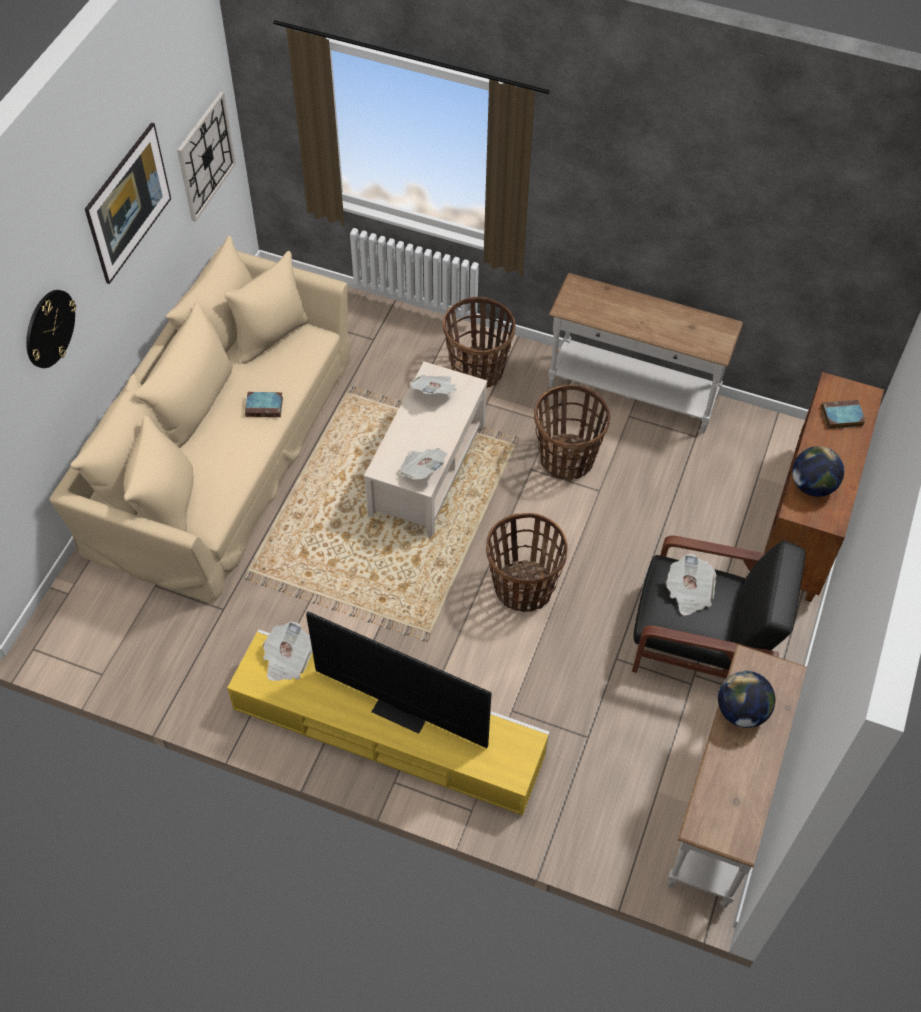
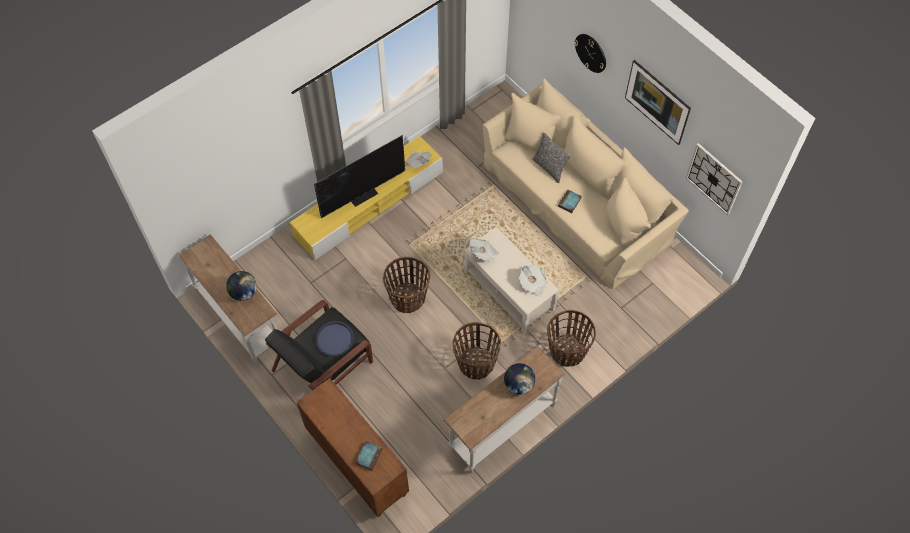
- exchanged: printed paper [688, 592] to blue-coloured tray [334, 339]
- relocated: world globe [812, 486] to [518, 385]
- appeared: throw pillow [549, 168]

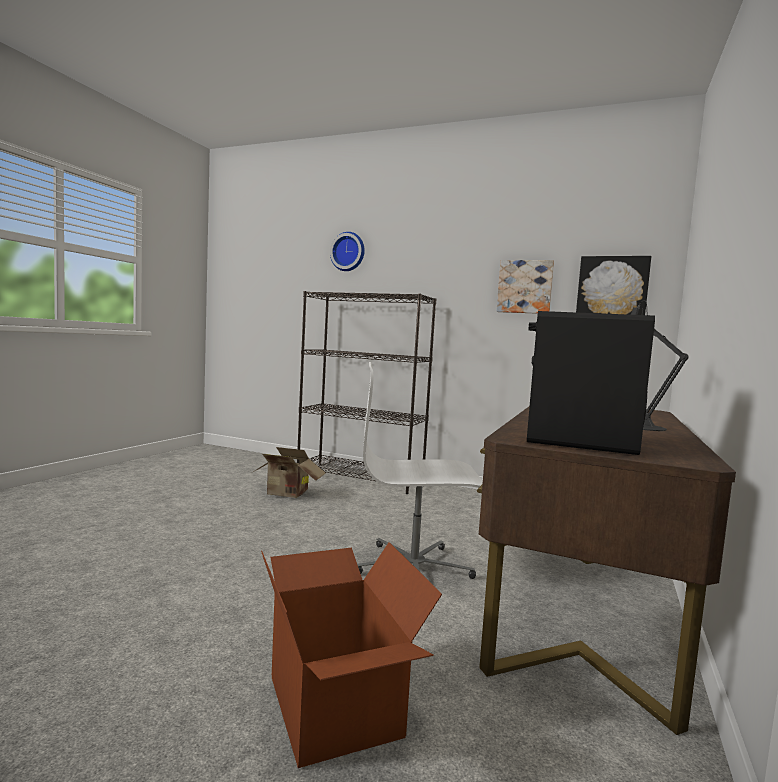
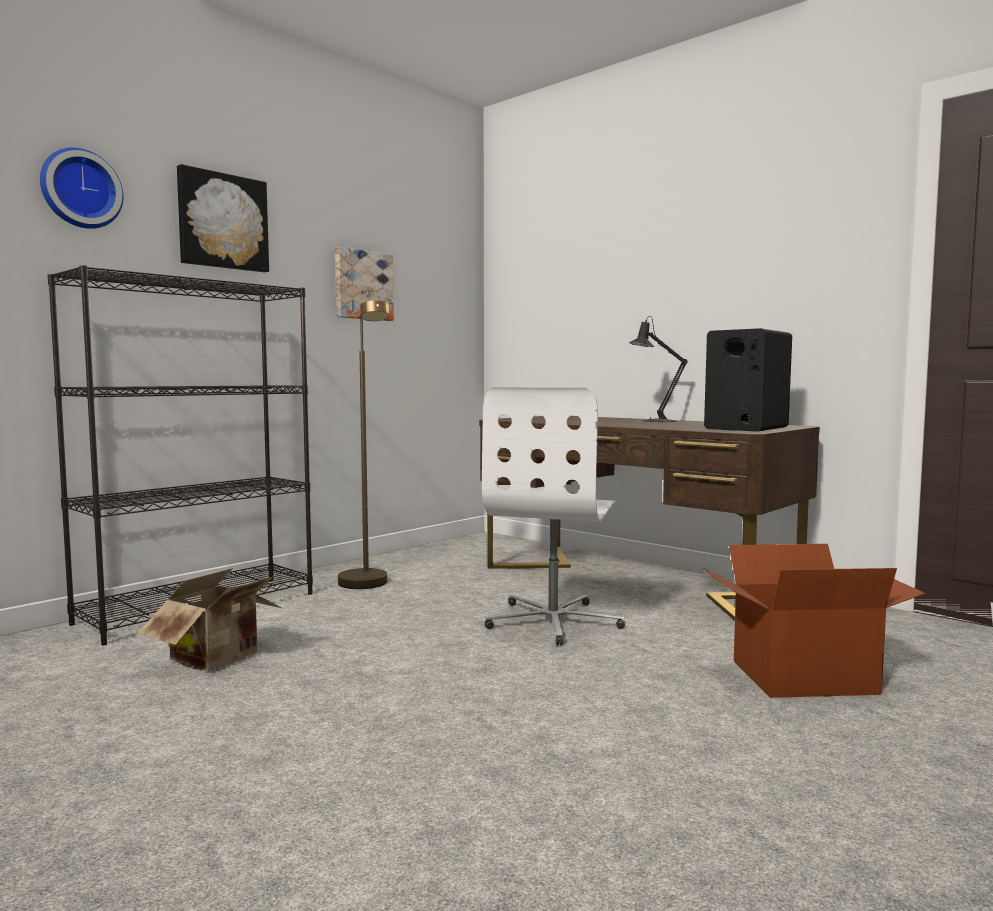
- relocated: wall picture [612, 289] to [222, 221]
- appeared: brown floor lamp [367, 586]

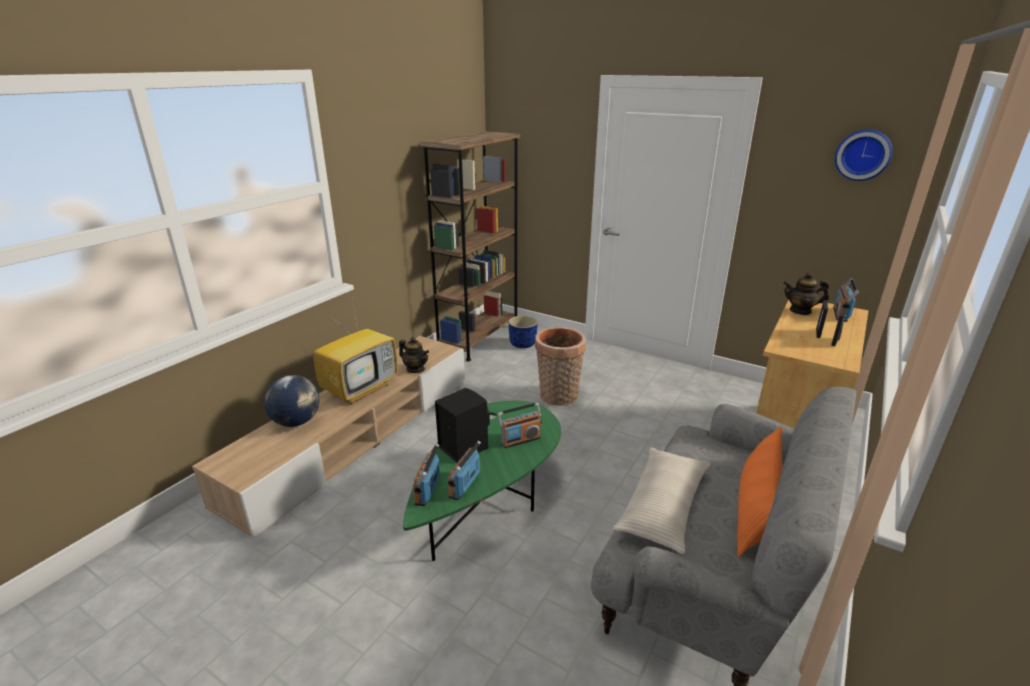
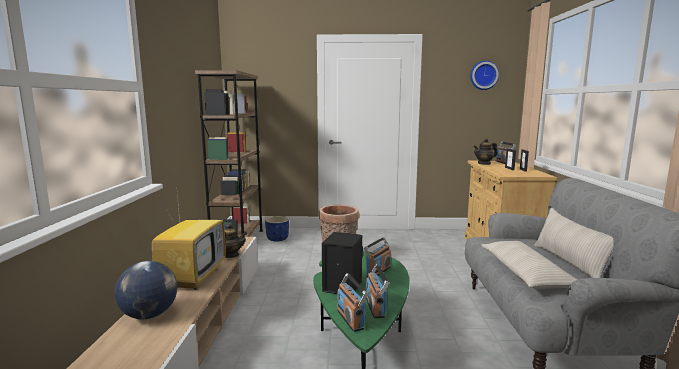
- colour: orange-coloured throw pillow [754, 511] to sand-coloured throw pillow [569, 262]

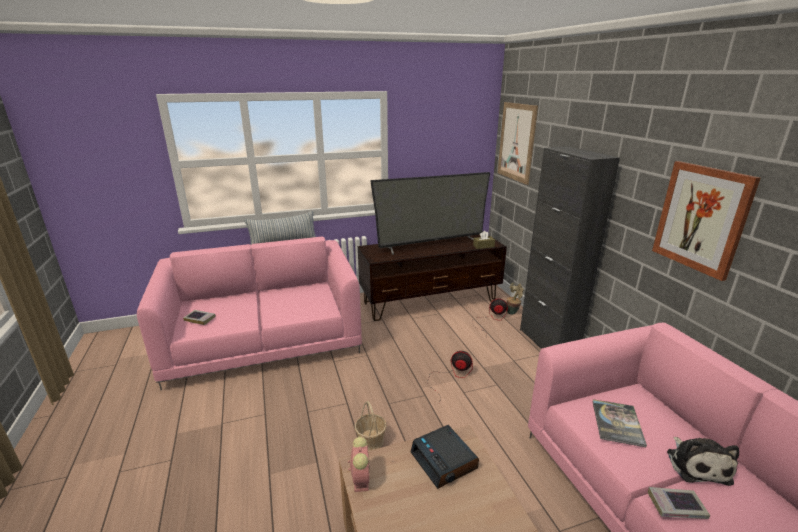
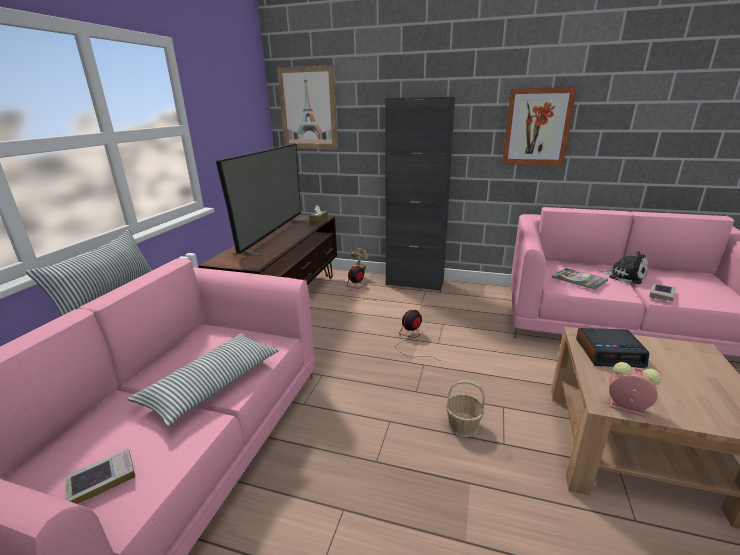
- appeared: throw pillow [212, 384]

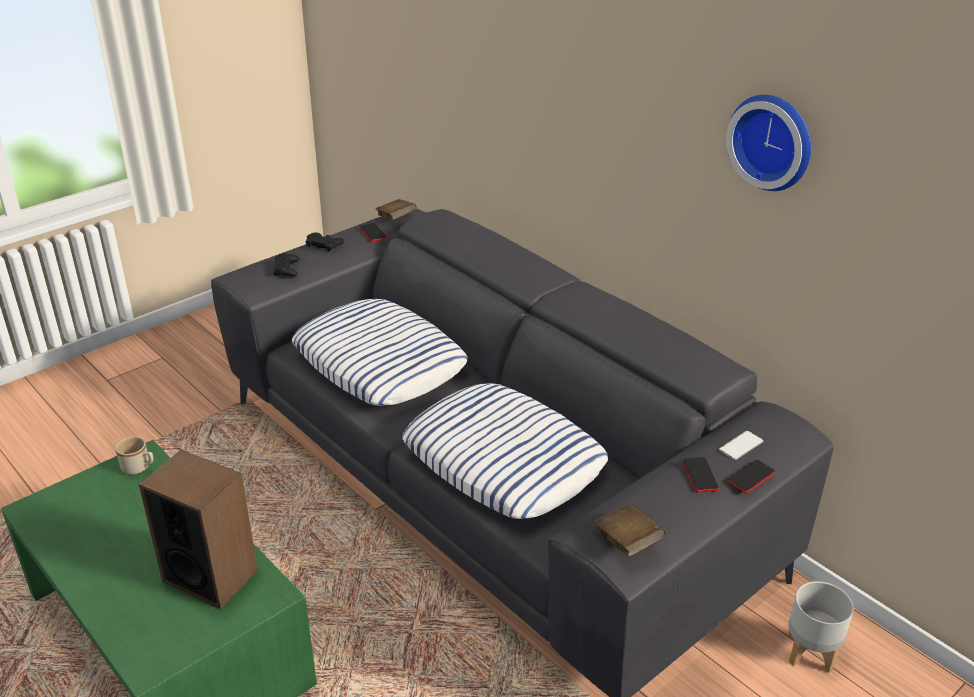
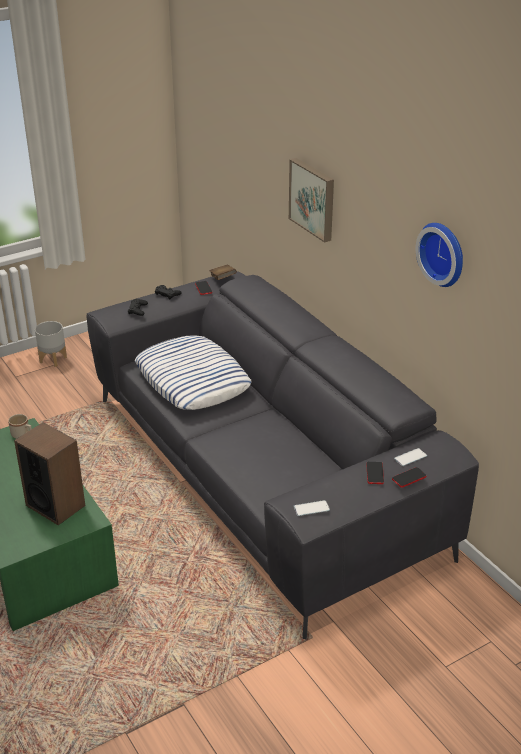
- relocated: greyish planter [810, 653] to [53, 360]
- appeared: wall picture [313, 199]
- exchanged: brown volume [627, 542] to telephone [311, 508]
- missing: throw pillow [504, 460]

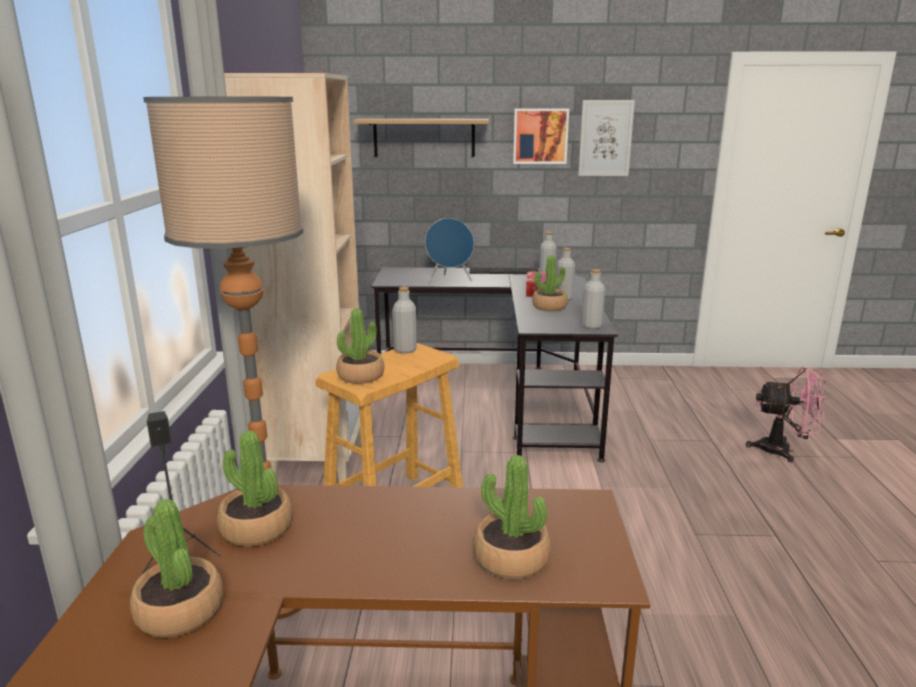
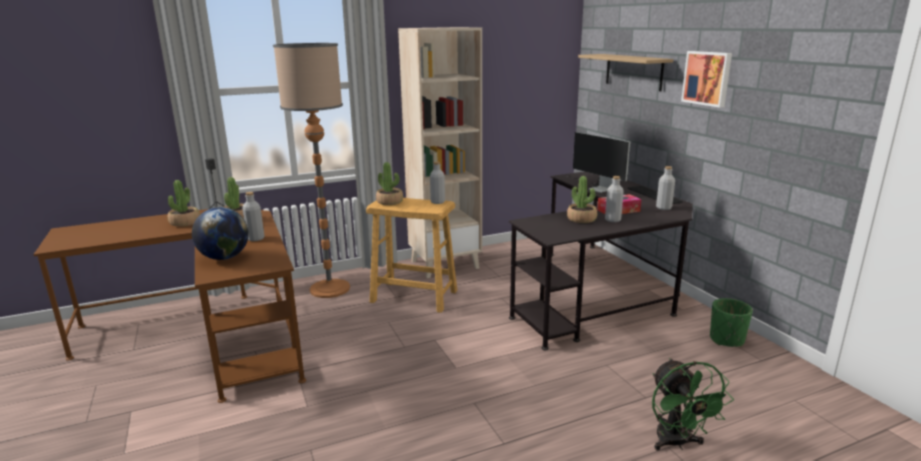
- exchanged: plant in a pot [511, 558] to world globe [224, 257]
- relocated: greyish bottle [591, 326] to [255, 238]
- exchanged: blue-coloured speaker [449, 281] to computer screen [596, 187]
- colour: pink-coloured fan [783, 450] to green fan [676, 443]
- appeared: green planter [726, 340]
- missing: wall picture [605, 138]

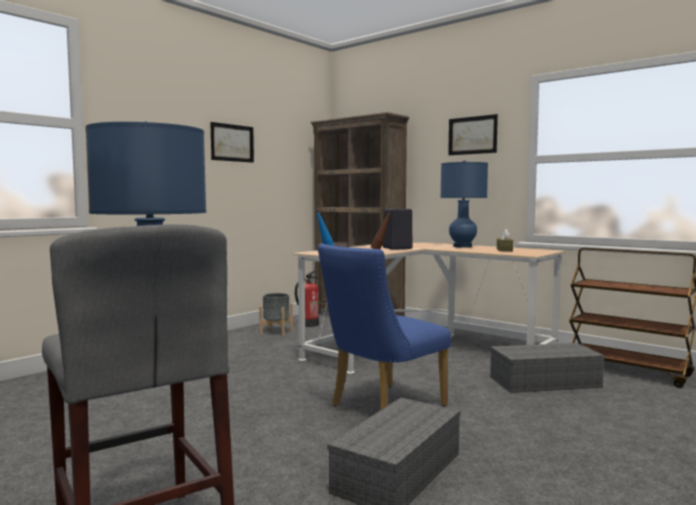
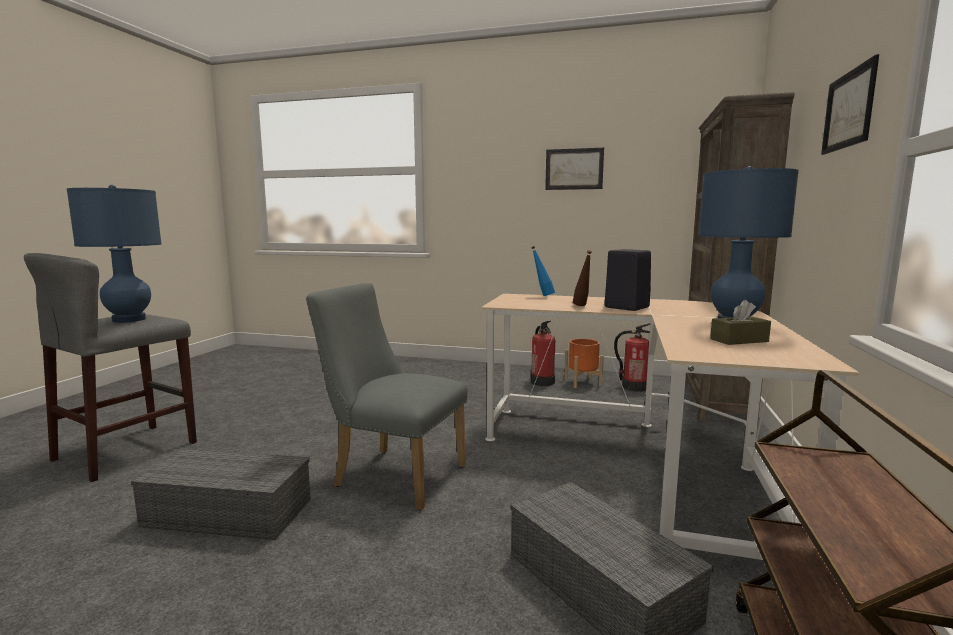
- colour: blue-coloured plain chair [381, 407] to greyish plain chair [392, 475]
- appeared: extinguisher [542, 382]
- colour: greyish planter [276, 332] to orange-coloured planter [582, 382]

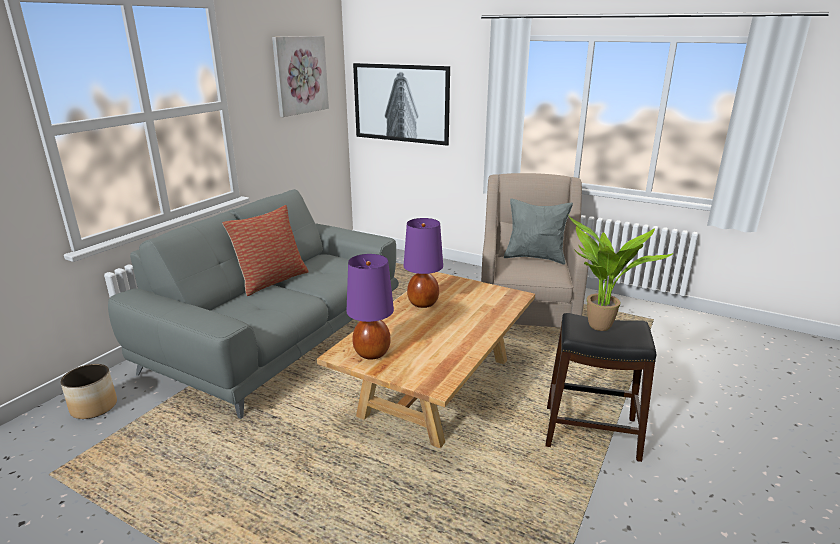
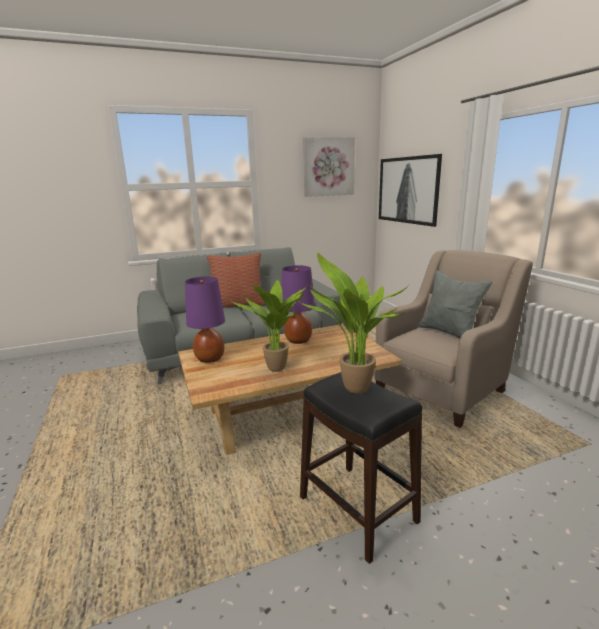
- appeared: plant in a pot [279, 369]
- missing: planter [94, 407]

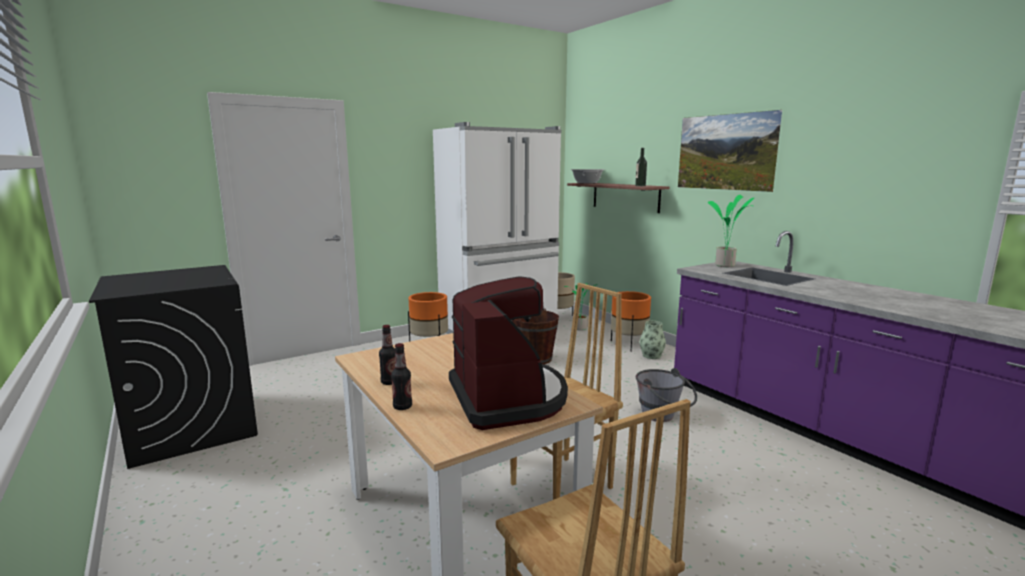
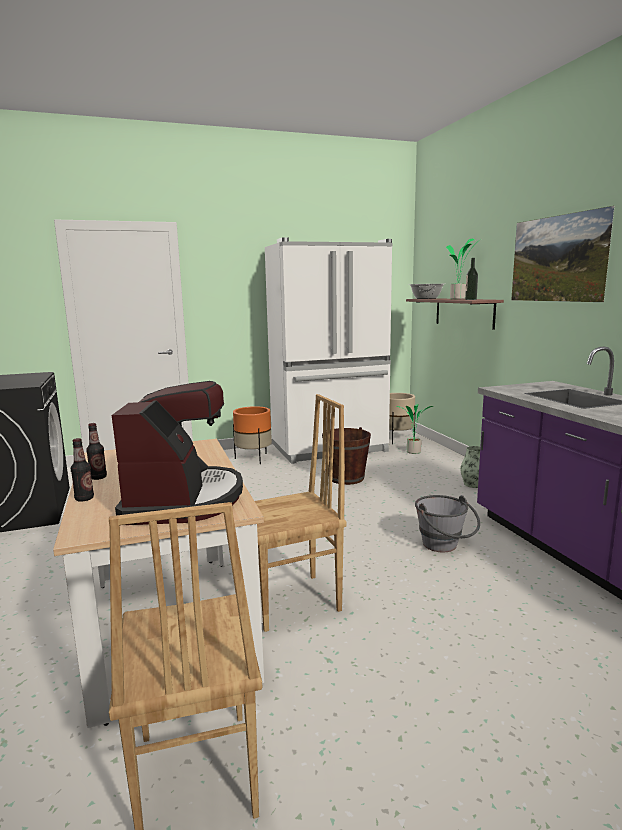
- relocated: plant in a pot [726, 265] to [459, 299]
- missing: orange-coloured planter [628, 344]

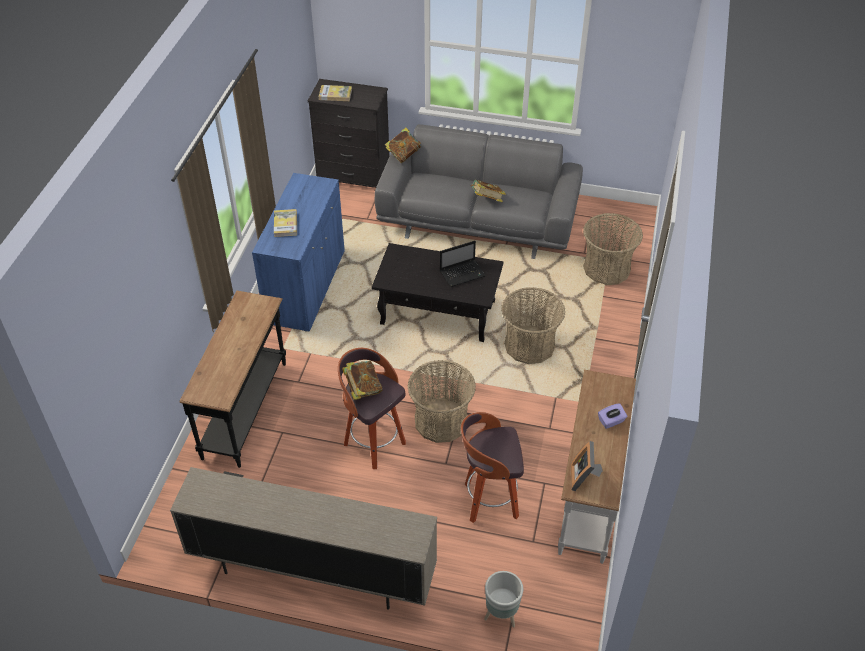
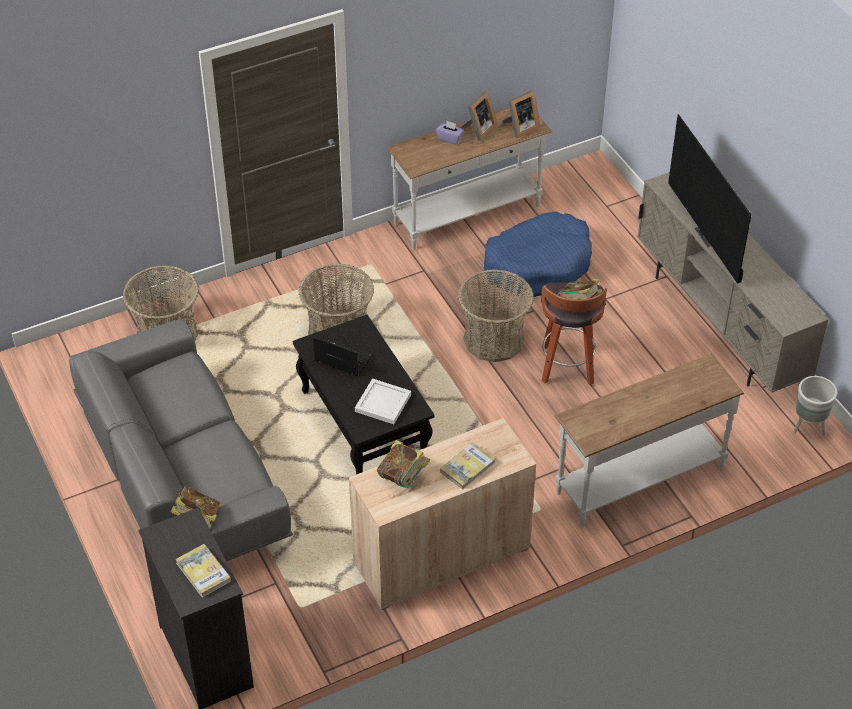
- colour: blue-coloured cupboard [306, 287] to sand-coloured cupboard [441, 555]
- appeared: white-coloured tray [382, 403]
- relocated: volume [487, 200] to [403, 476]
- appeared: photo frame [478, 130]
- exchanged: stool [489, 501] to blue-coloured dog bed [538, 265]
- colour: blackish hall table [246, 410] to white-coloured hall table [639, 479]
- appeared: TV [710, 235]
- relocated: greyish planter [502, 615] to [807, 427]

